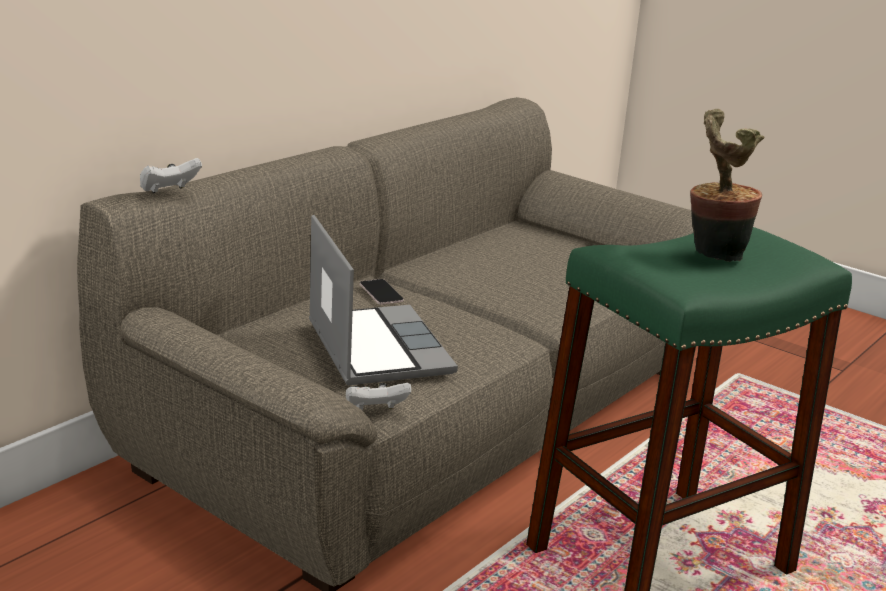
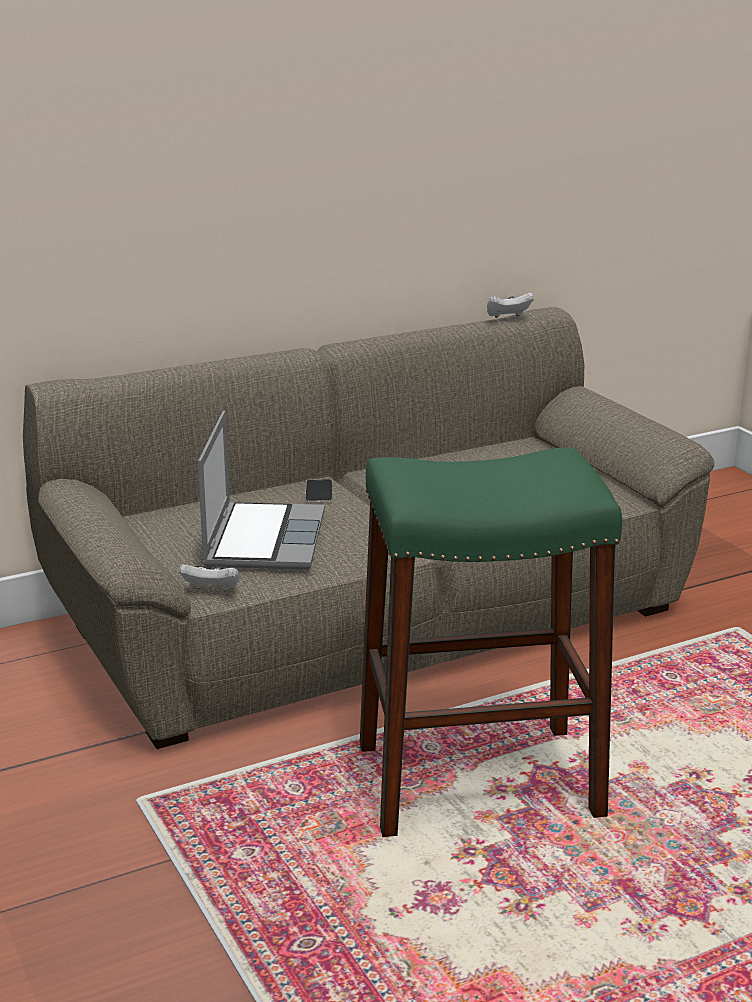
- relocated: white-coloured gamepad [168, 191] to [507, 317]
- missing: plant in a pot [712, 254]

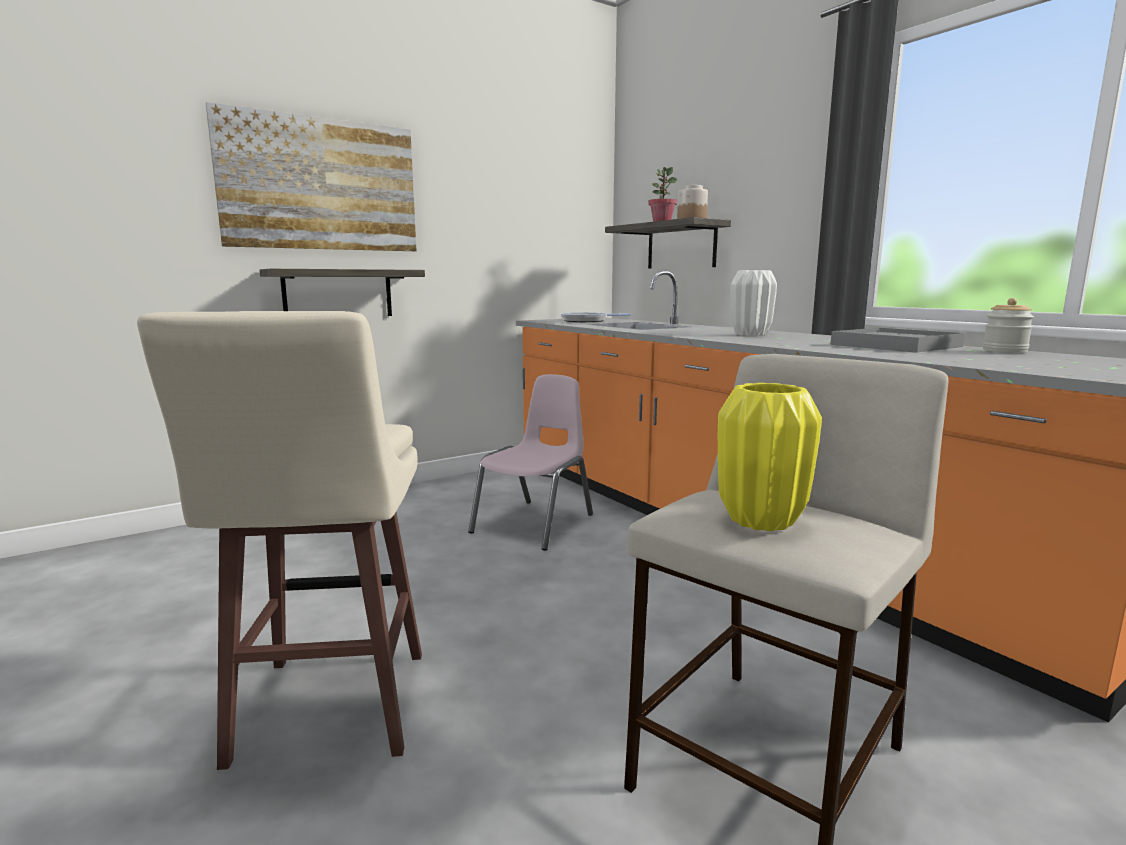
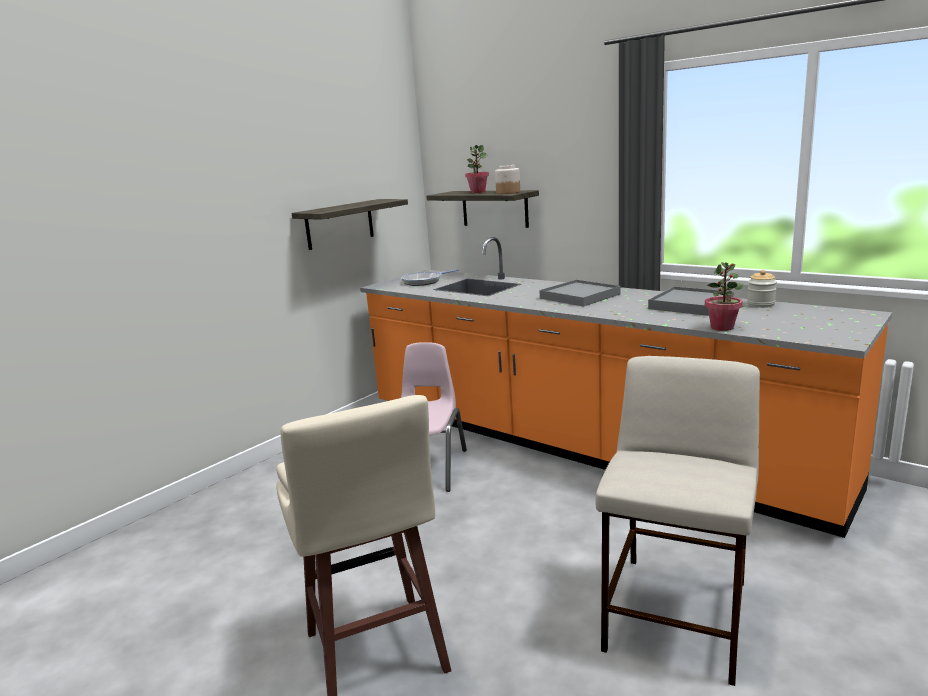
- relocated: bracket shelf [338, 293] to [339, 224]
- exchanged: white-coloured vase [750, 334] to greyish tray [579, 296]
- appeared: plant in a pot [722, 327]
- missing: wall picture [320, 184]
- missing: yellow vase [761, 521]

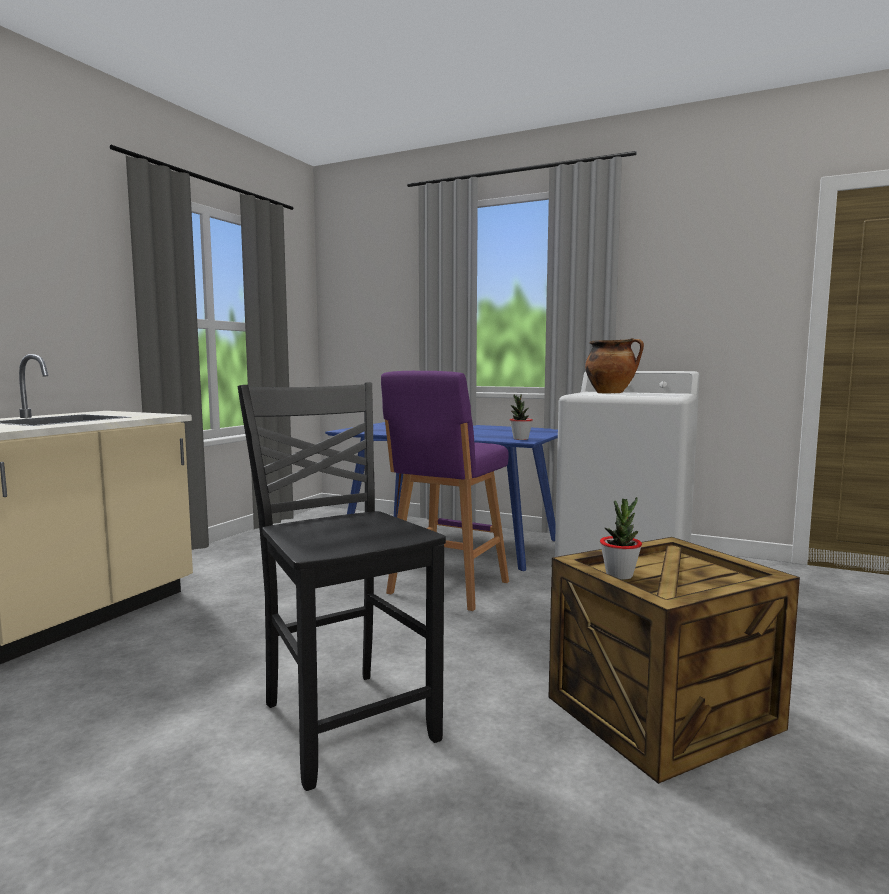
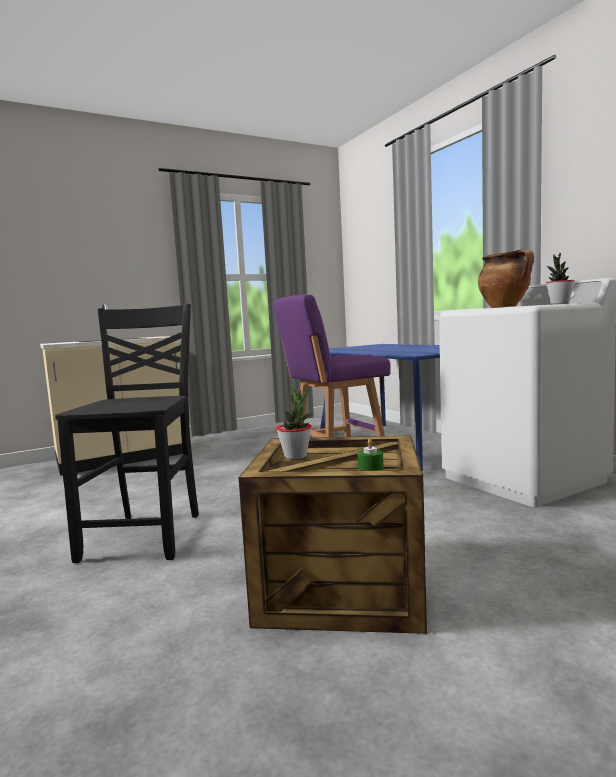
- appeared: green wax candle [370, 468]
- relocated: plant in a pot [520, 439] to [559, 303]

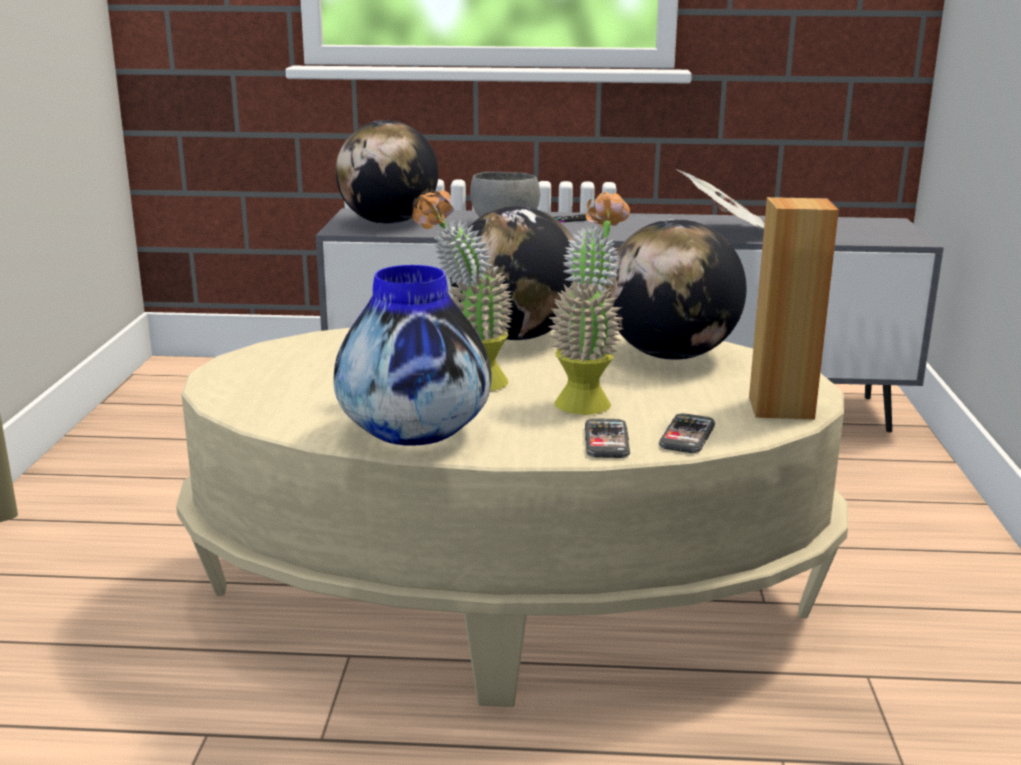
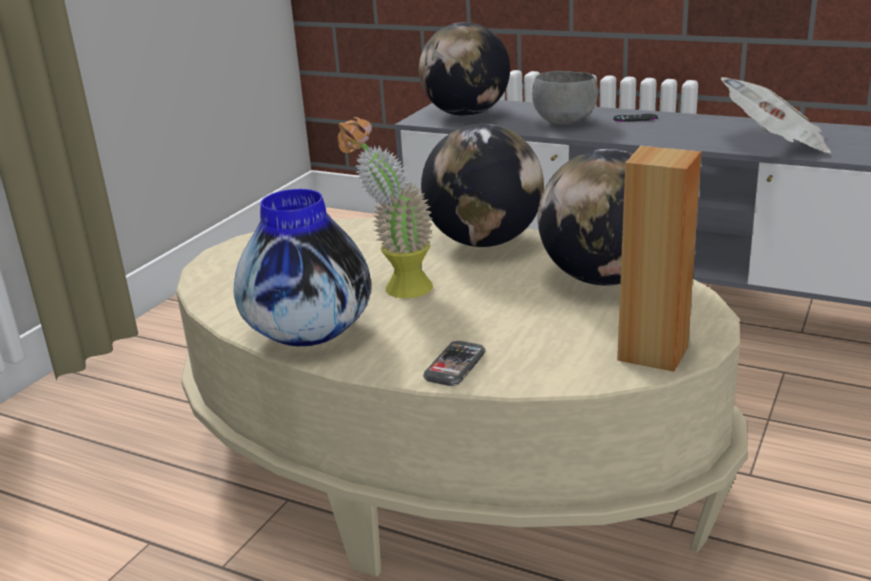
- missing: plant in a pot [587, 399]
- missing: telephone [687, 436]

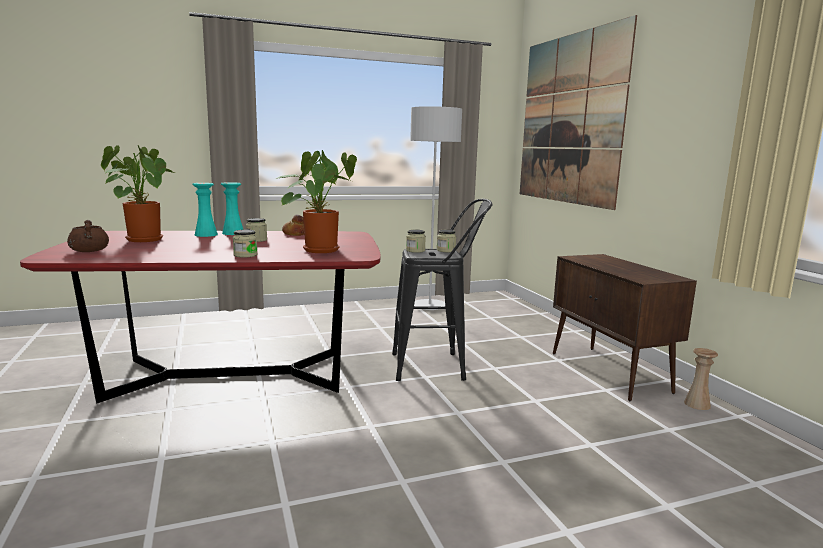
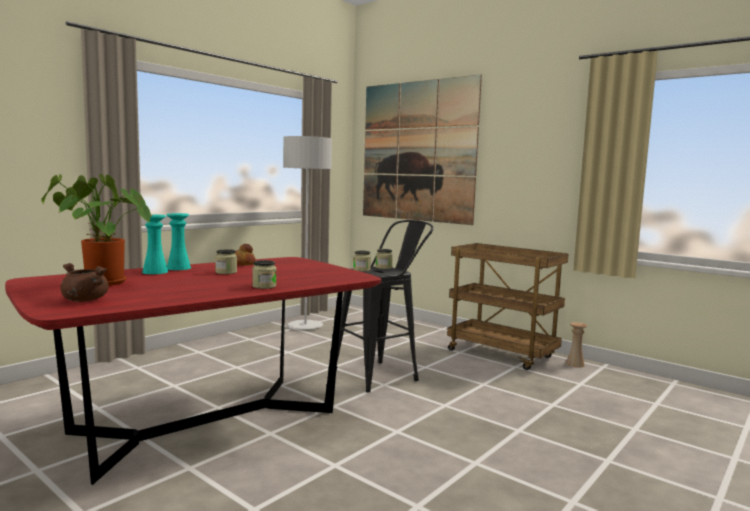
- exchanged: brown cupboard [609, 372] to brown wheeled cart [503, 354]
- missing: plant in a pot [320, 249]

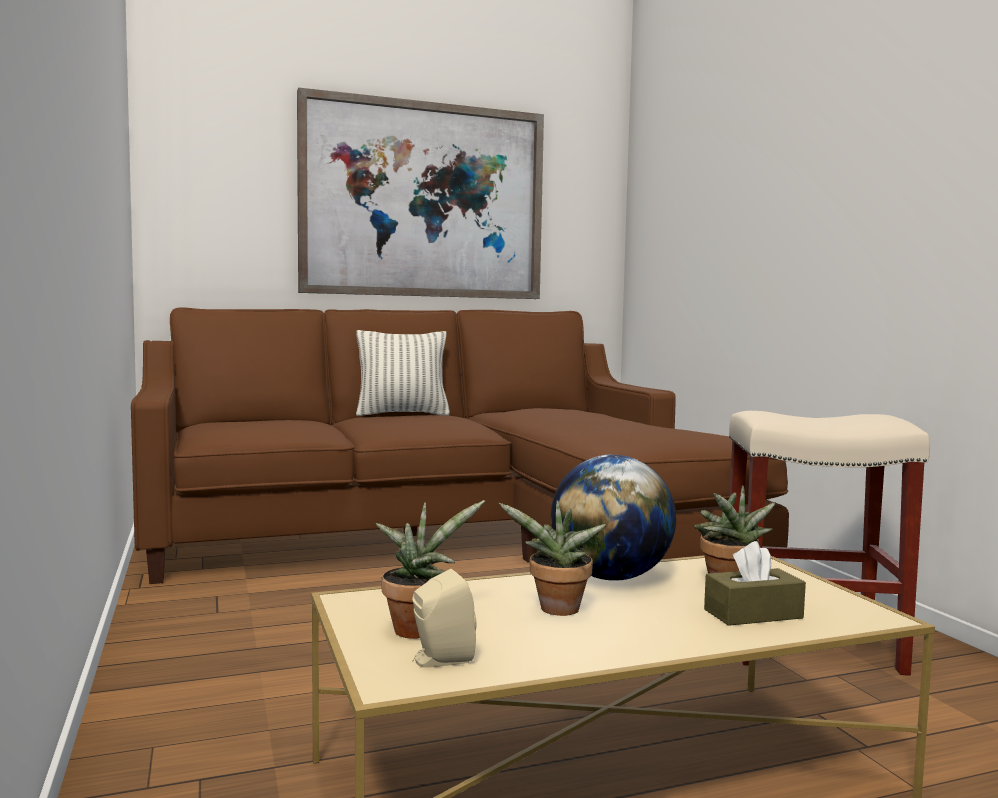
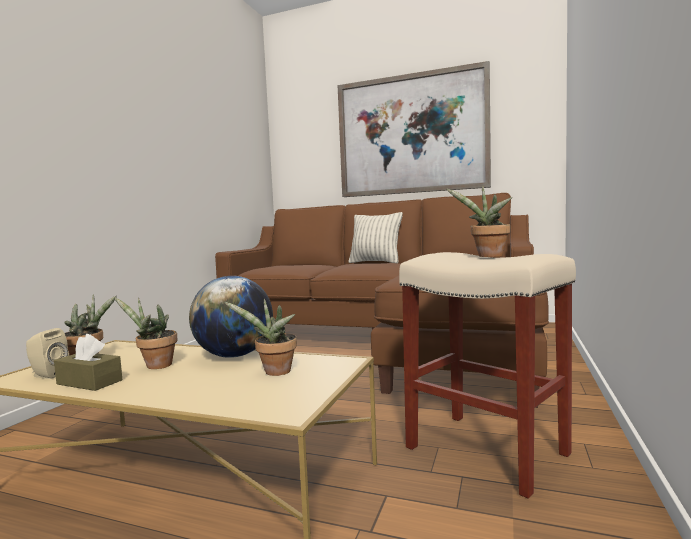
- relocated: brown tissue holder [753, 614] to [89, 382]
- appeared: plant in a pot [487, 256]

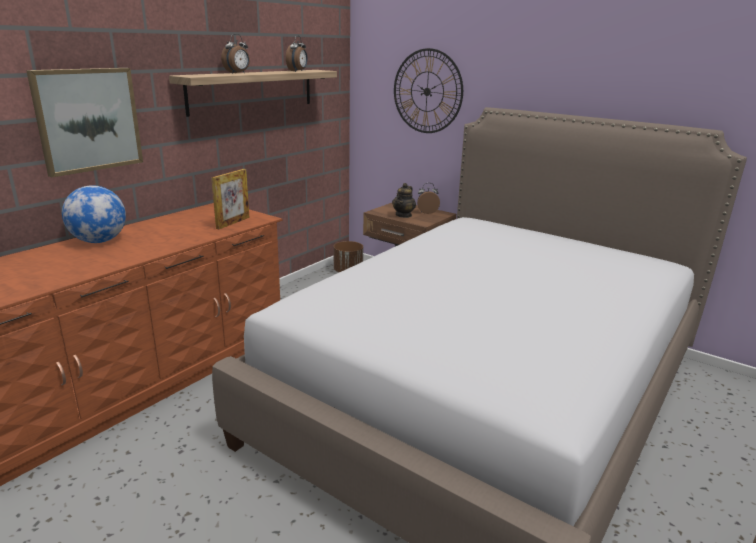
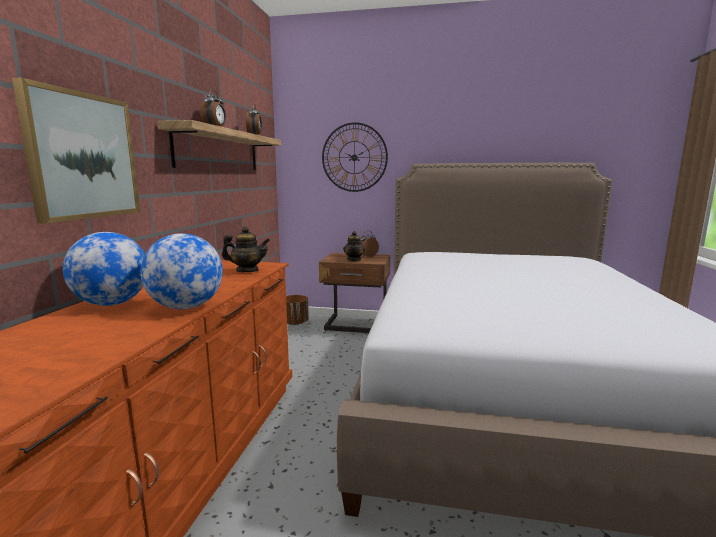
- appeared: world globe [186, 307]
- exchanged: photo frame [233, 223] to pot for tea [247, 271]

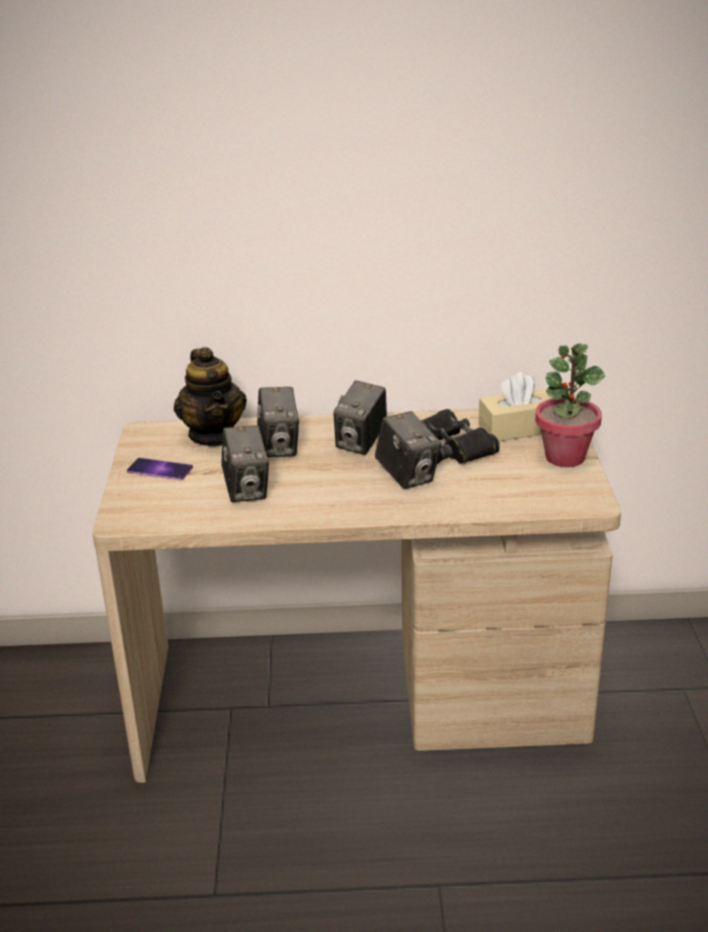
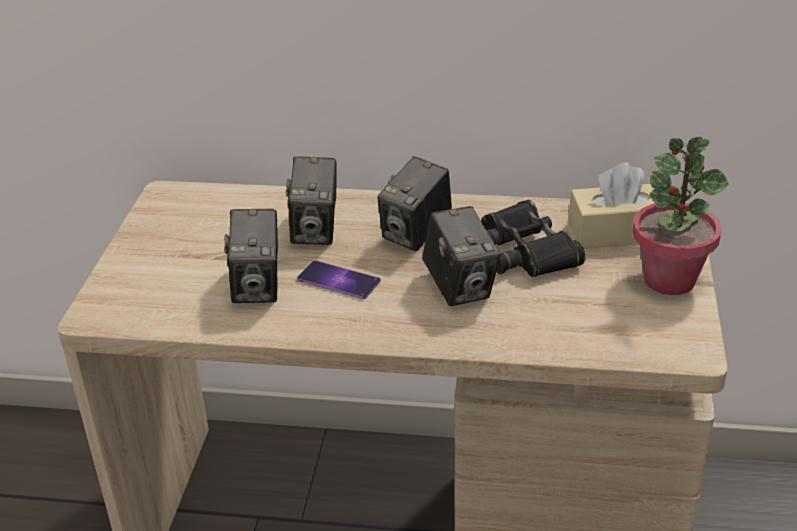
- relocated: telephone [160, 469] to [338, 280]
- missing: pot for tea [214, 435]

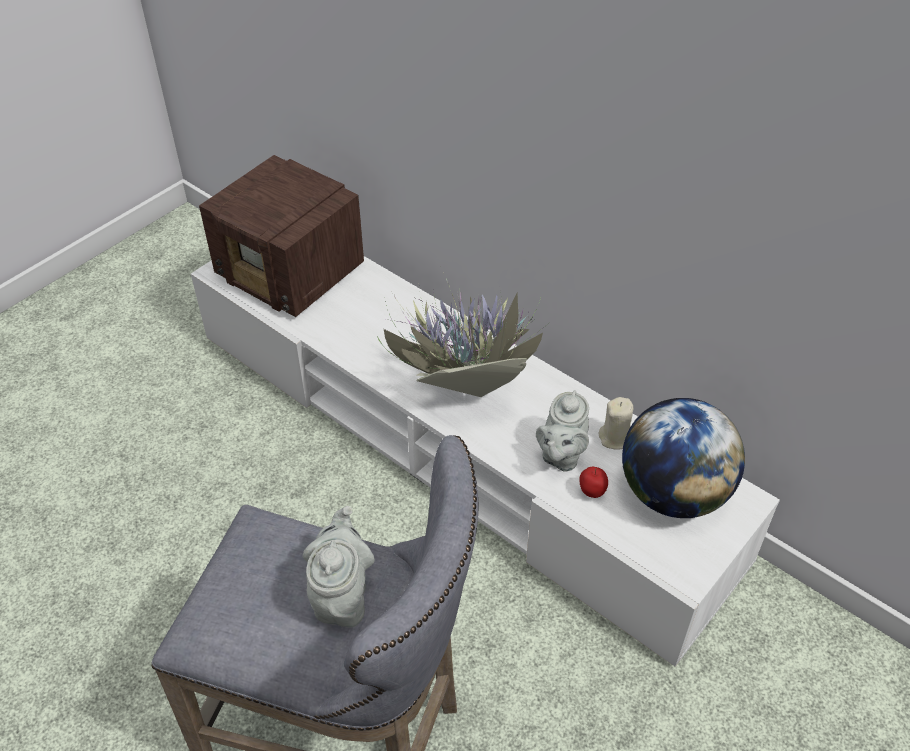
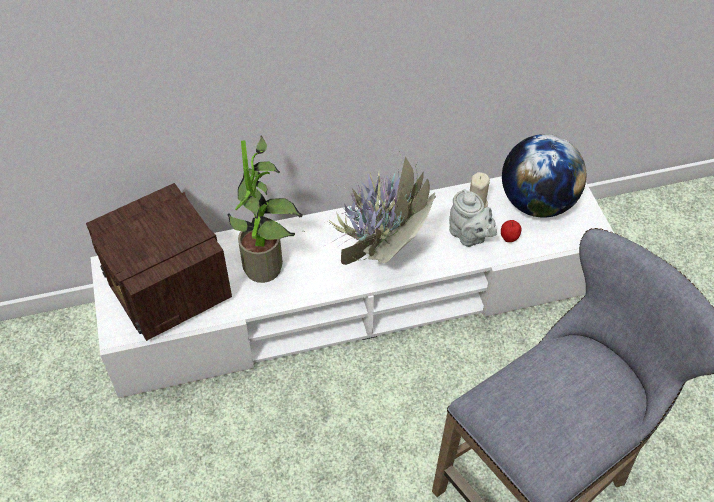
- spun: radio set [291, 274] = [168, 290] 75 degrees clockwise
- appeared: plant in a pot [269, 269]
- missing: greyish pot for tea [342, 595]

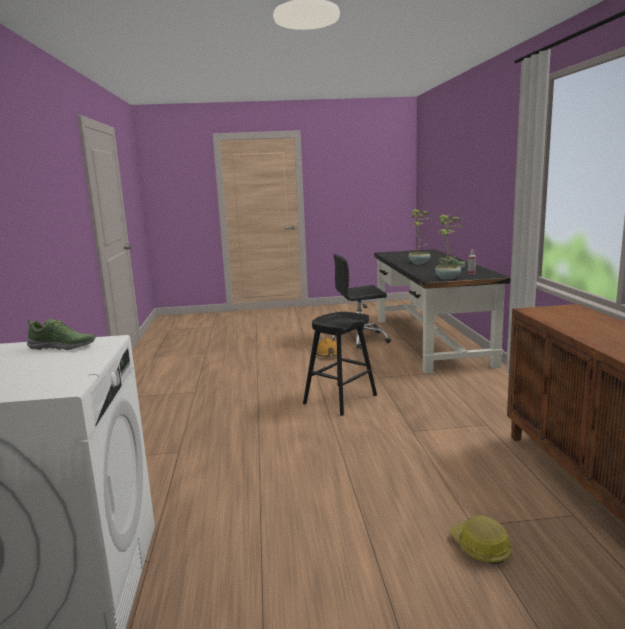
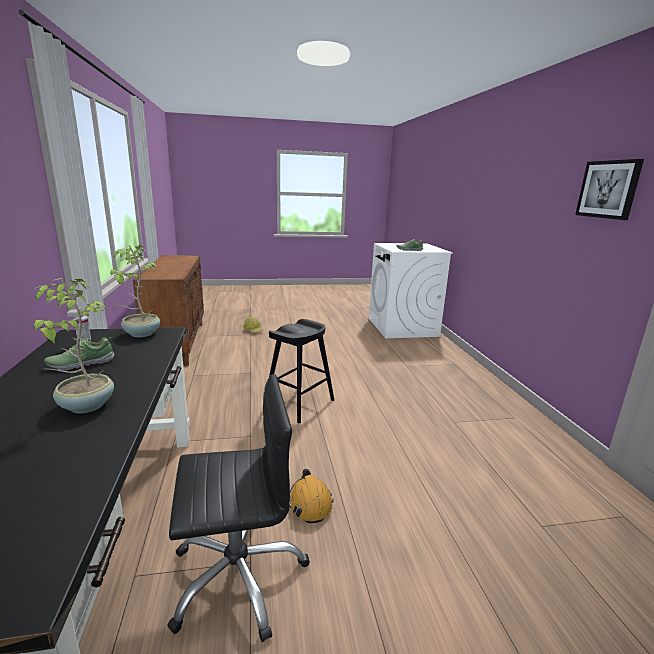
- appeared: wall picture [608, 189]

